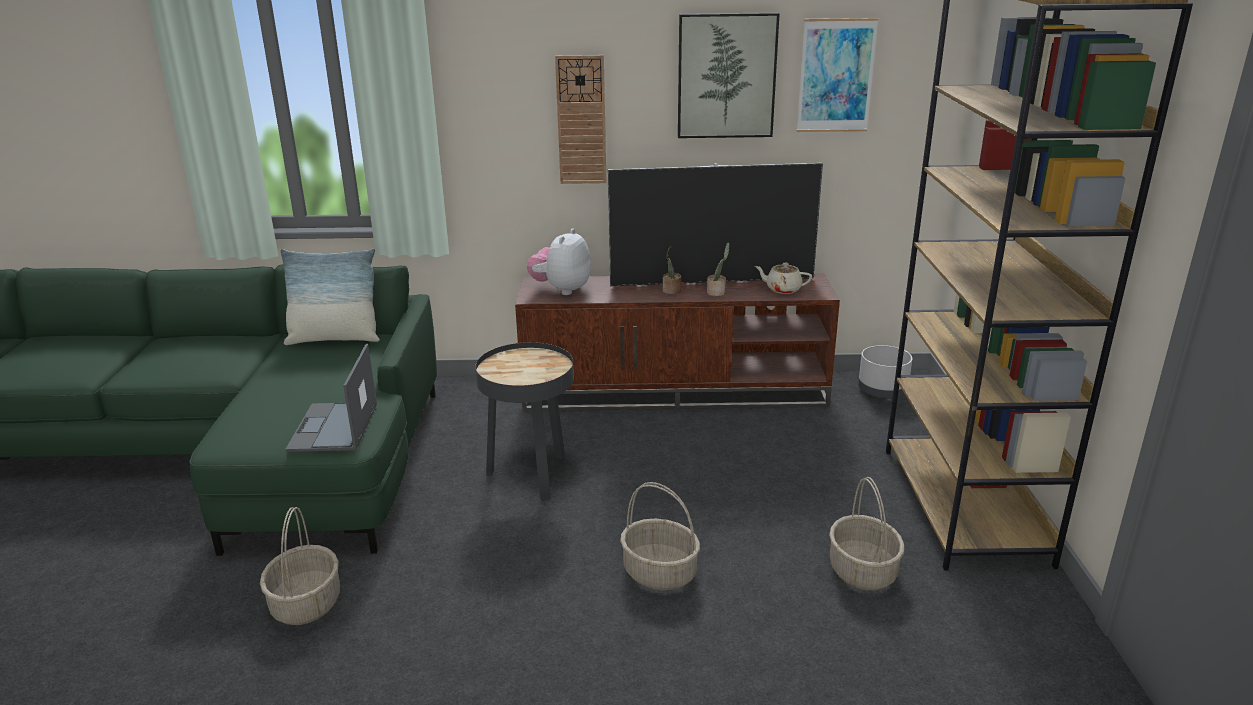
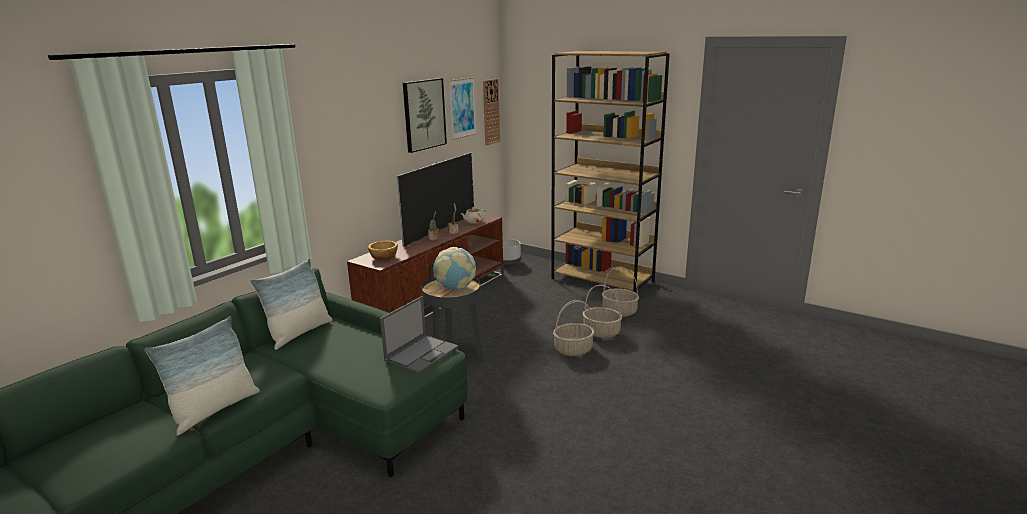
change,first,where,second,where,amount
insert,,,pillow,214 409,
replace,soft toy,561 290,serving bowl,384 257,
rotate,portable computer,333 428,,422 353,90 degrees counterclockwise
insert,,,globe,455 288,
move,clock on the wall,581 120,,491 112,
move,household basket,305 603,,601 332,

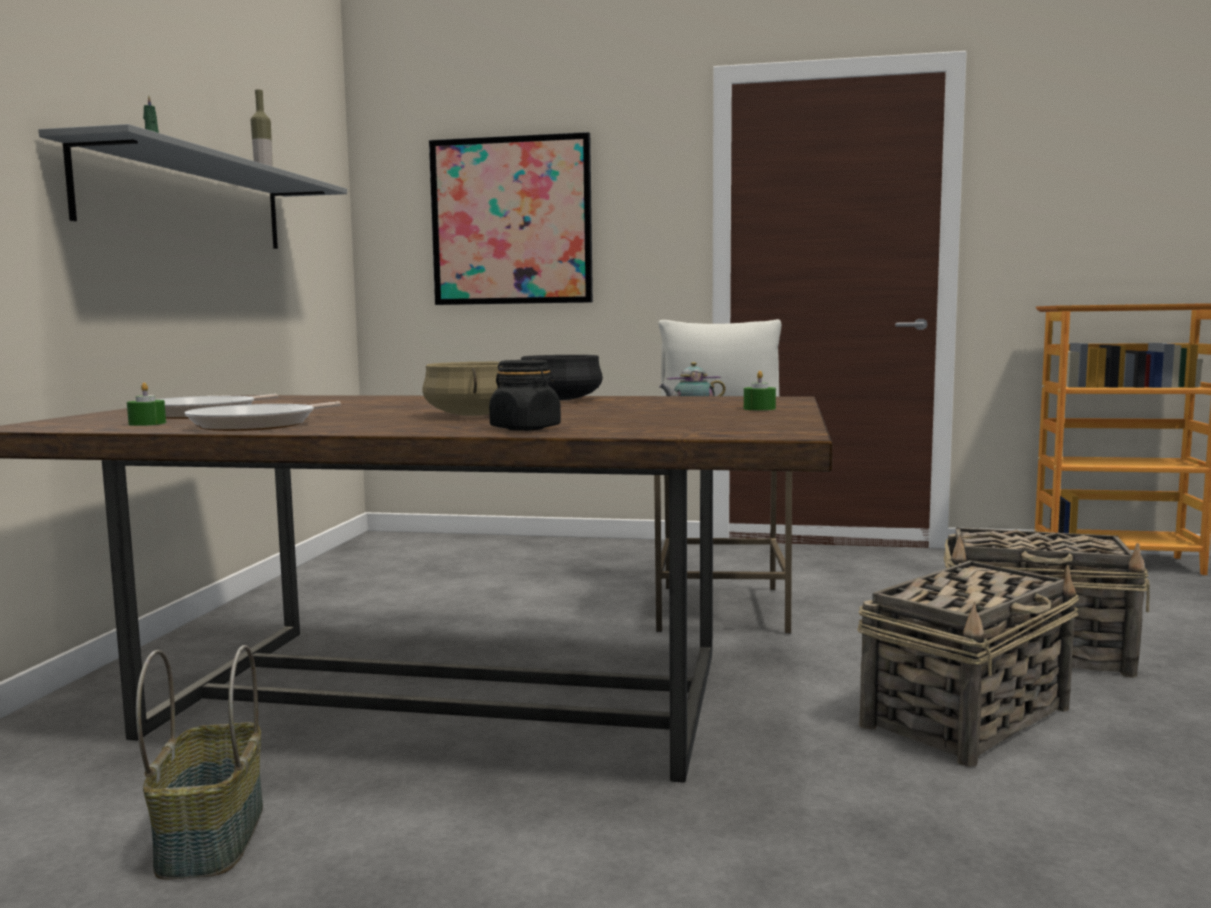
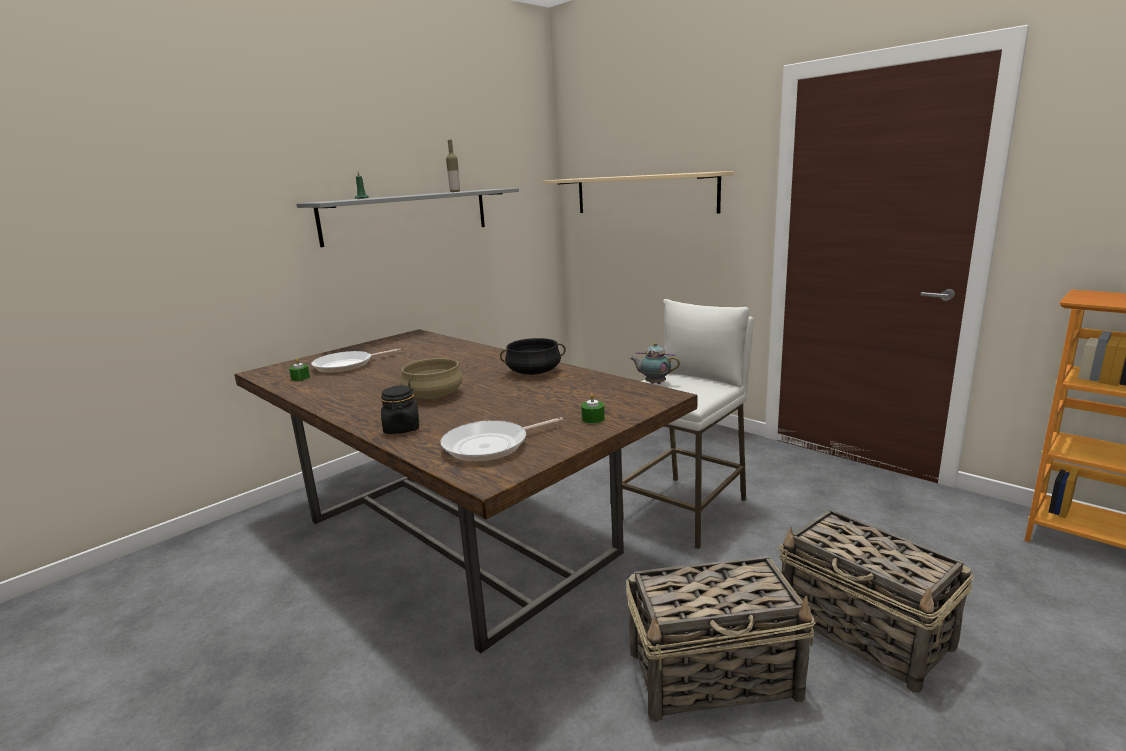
change,first,where,second,where,amount
move,frying pan,259 425,,491 446,
replace,wall picture,511 221,beige-coloured bracket shelf,643 194,
delete,household basket,209 837,,,

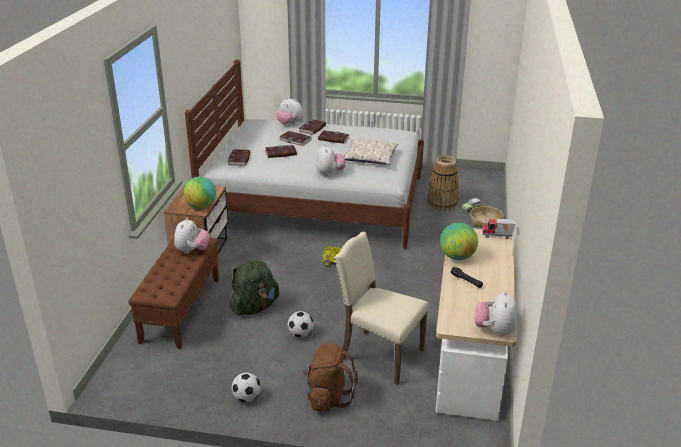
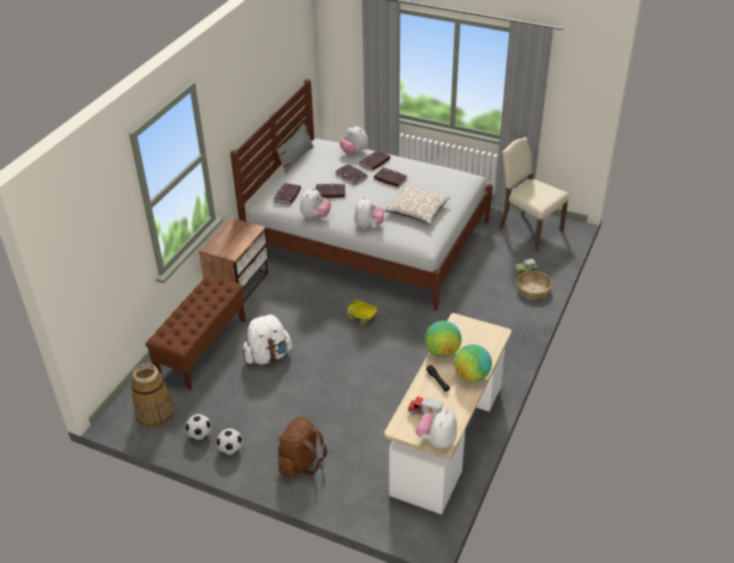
change,first,where,second,where,amount
move,household basket,442 203,,155 414,
move,football ball,300 334,,200 435,
recolor,green-coloured rucksack,254 307,white-coloured rucksack,268 356,
insert,,,gray pillow,295 159,
move,soft toy,192 251,,315 216,
move,toy truck,497 236,,424 415,
move,globe,201 206,,471 376,
move,beige-coloured plain chair,379 354,,528 229,

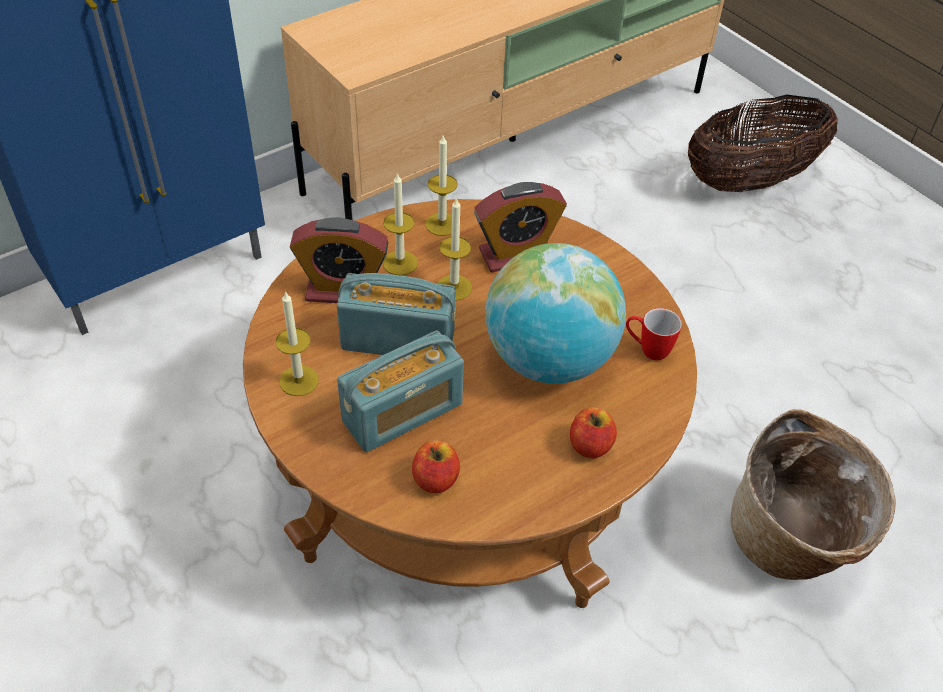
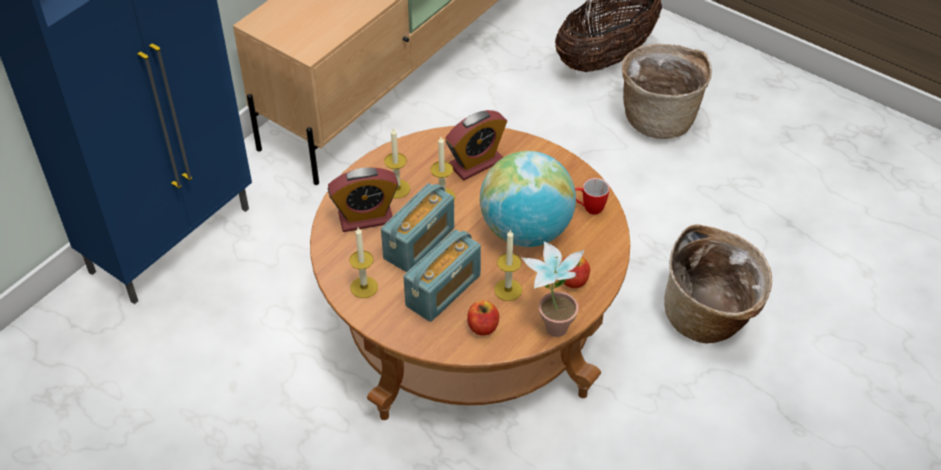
change,first,where,second,where,amount
rotate,radio receiver,398 340,,419 243,135 degrees clockwise
move,wax candle,442 224,,508 290,
insert,,,potted plant,551 322,
insert,,,household basket,659 117,

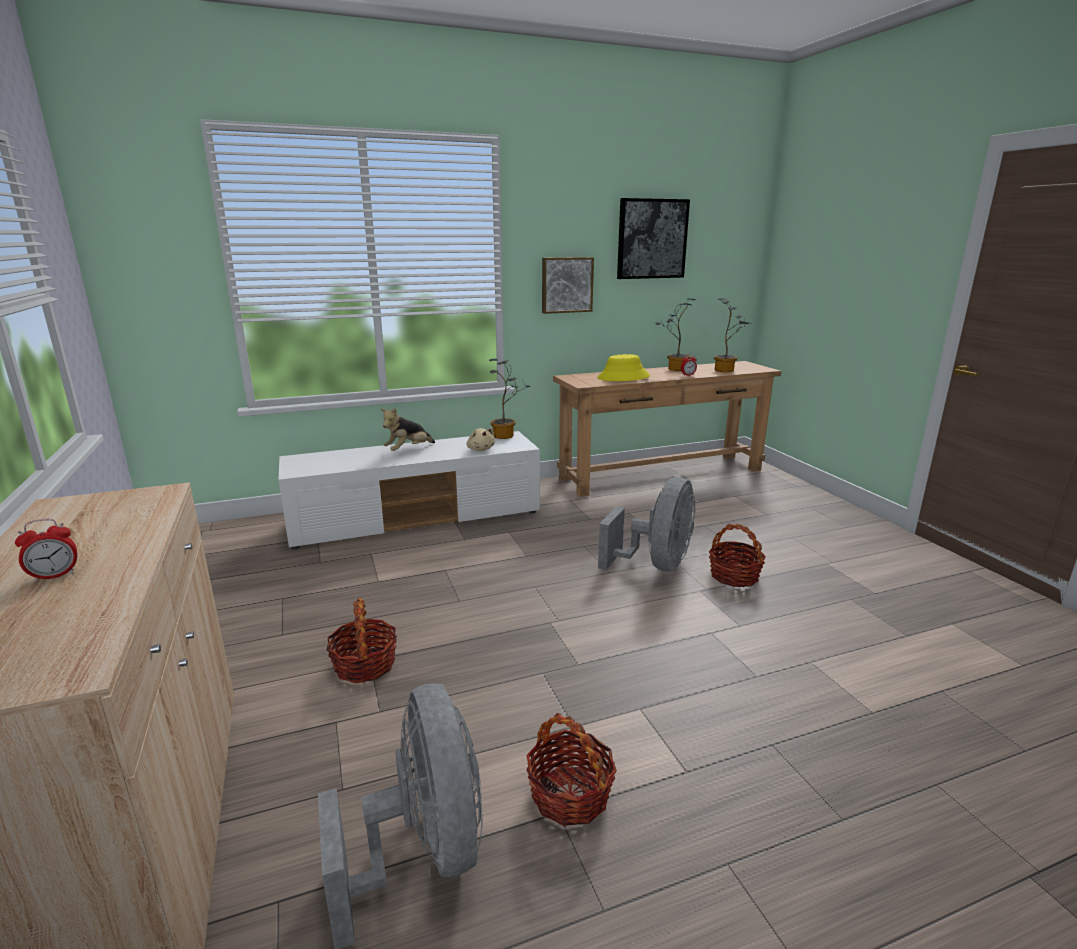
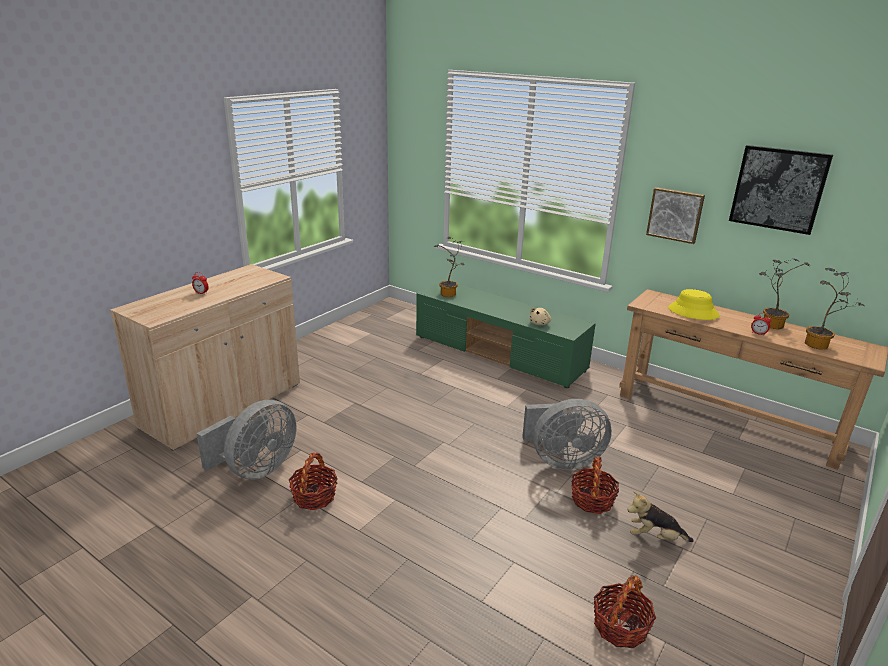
change,first,where,second,where,amount
recolor,white-coloured tv stand,418 518,green-coloured tv stand,500 354,
move,potted plant,506 436,,449 295,
move,household basket,365 665,,620 627,
move,soft toy,408 450,,654 537,

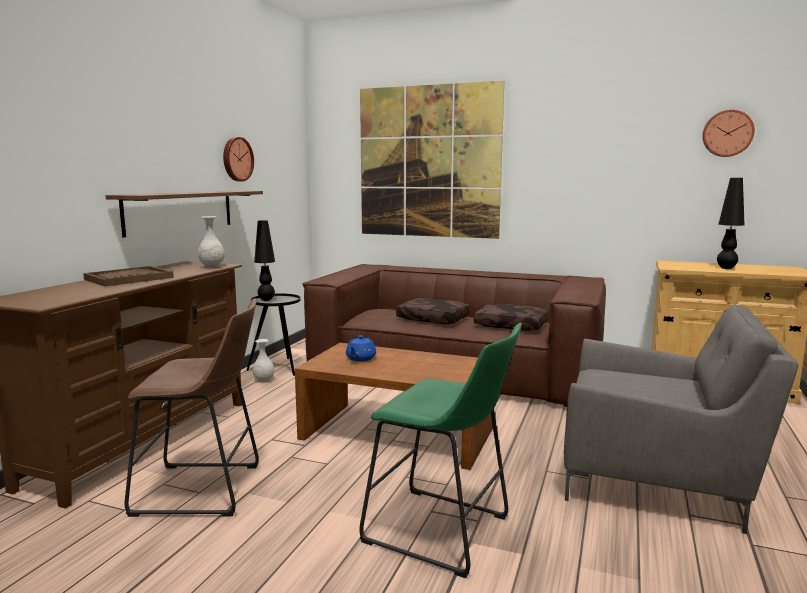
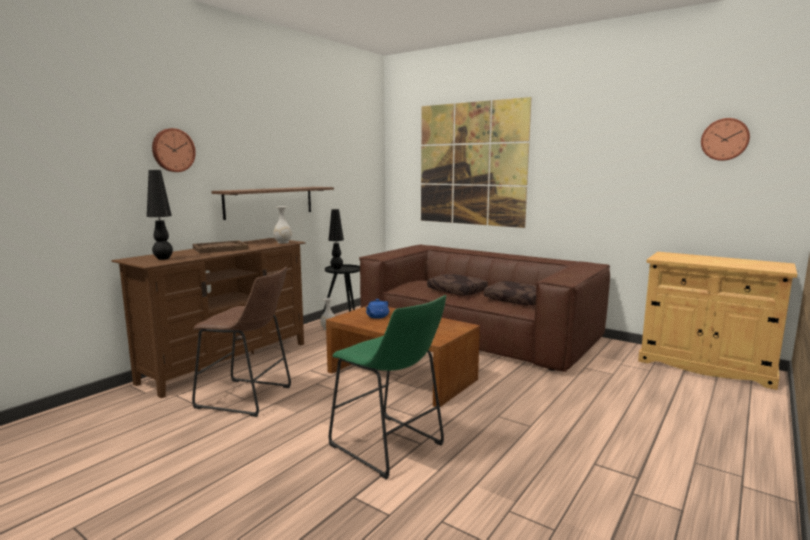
change,first,where,second,where,amount
move,black table lamp,726 268,,163 259,
move,clock on the wall,236 159,,173 150,
delete,gray armchair,658 476,,,

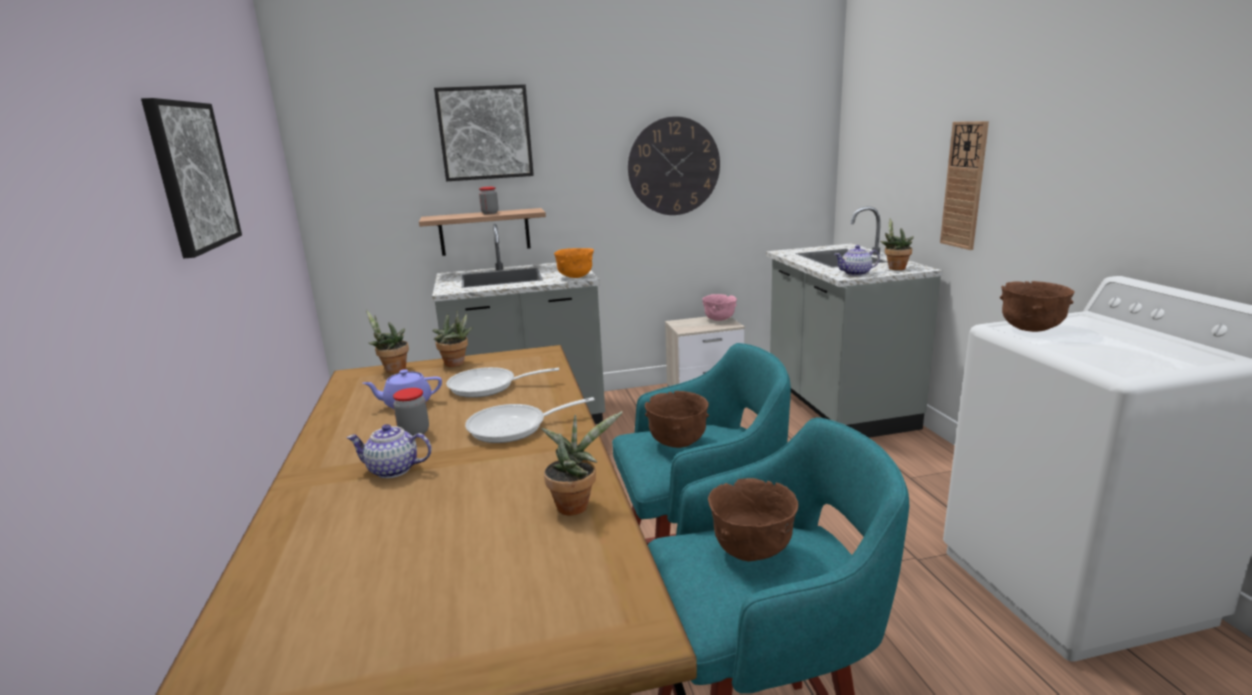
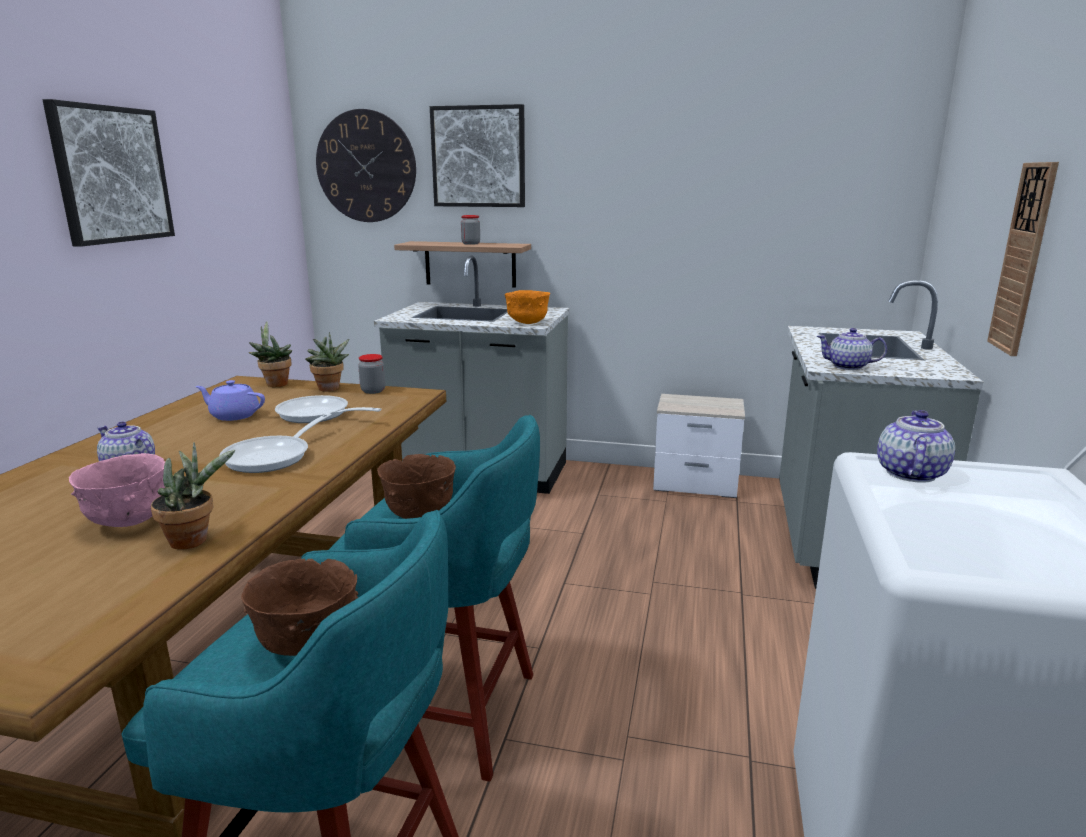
change,first,where,second,where,amount
move,pink serving bowl,719 320,,129 522,
rotate,frying pan,514 427,,273 457,75 degrees counterclockwise
move,clock on the wall,674 166,,366 166,
move,preserve jar,414 433,,373 391,
replace,brown serving bowl,1031 329,teapot,910 474,
delete,potted plant,894 268,,,

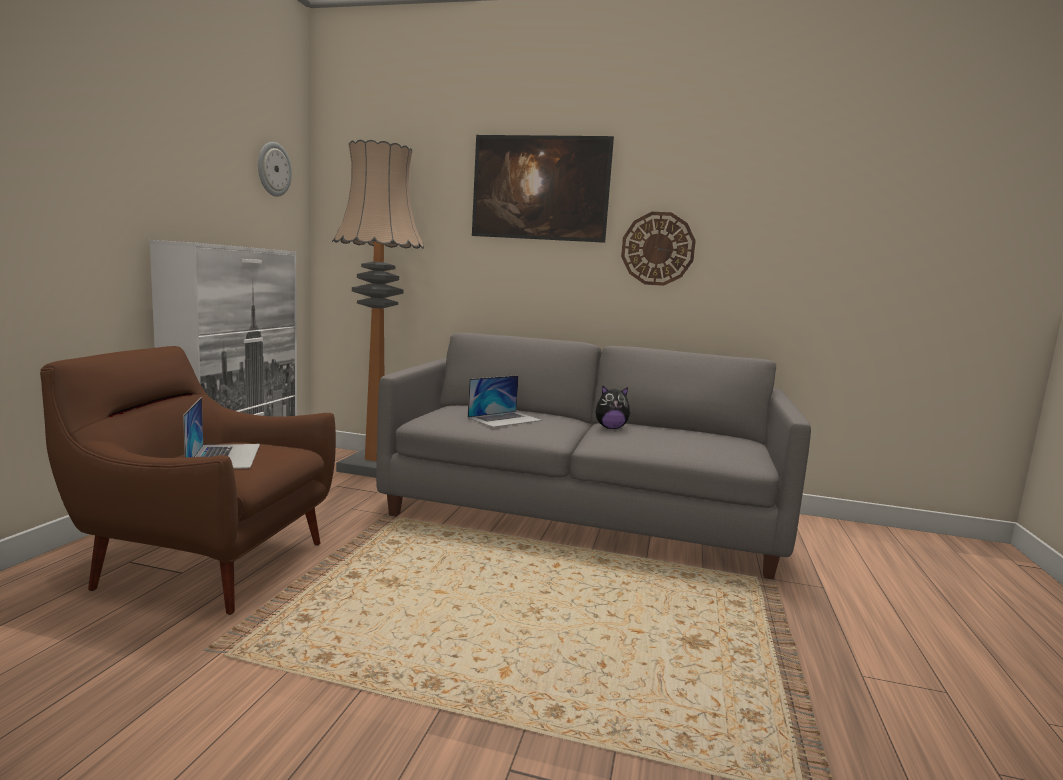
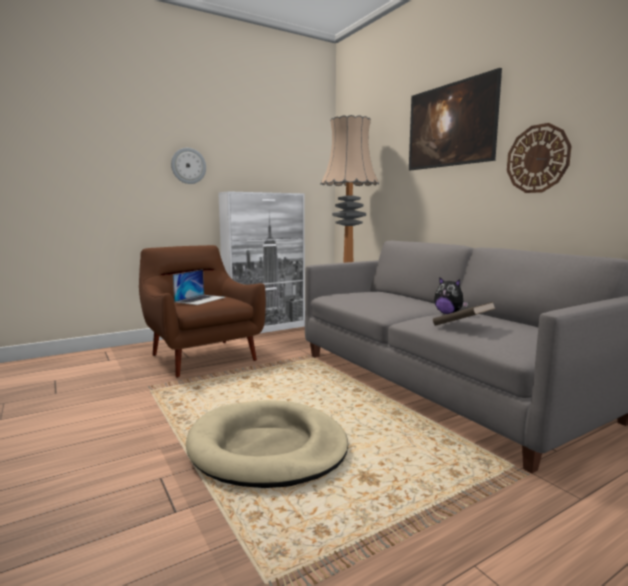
change,first,where,second,where,amount
move,clock on the wall,273 169,,188 166,
insert,,,beige-coloured dog cushion,267 448,
insert,,,brown bound book,462 326,
delete,portable computer,505 419,,,

